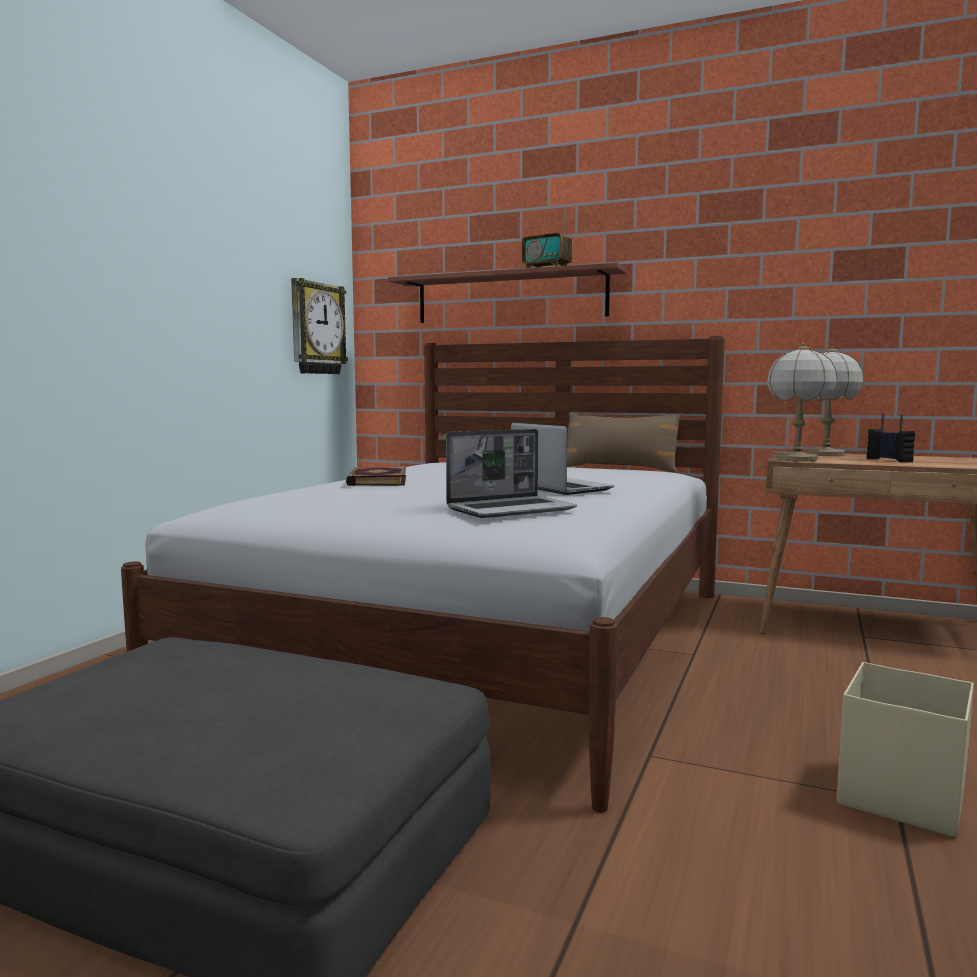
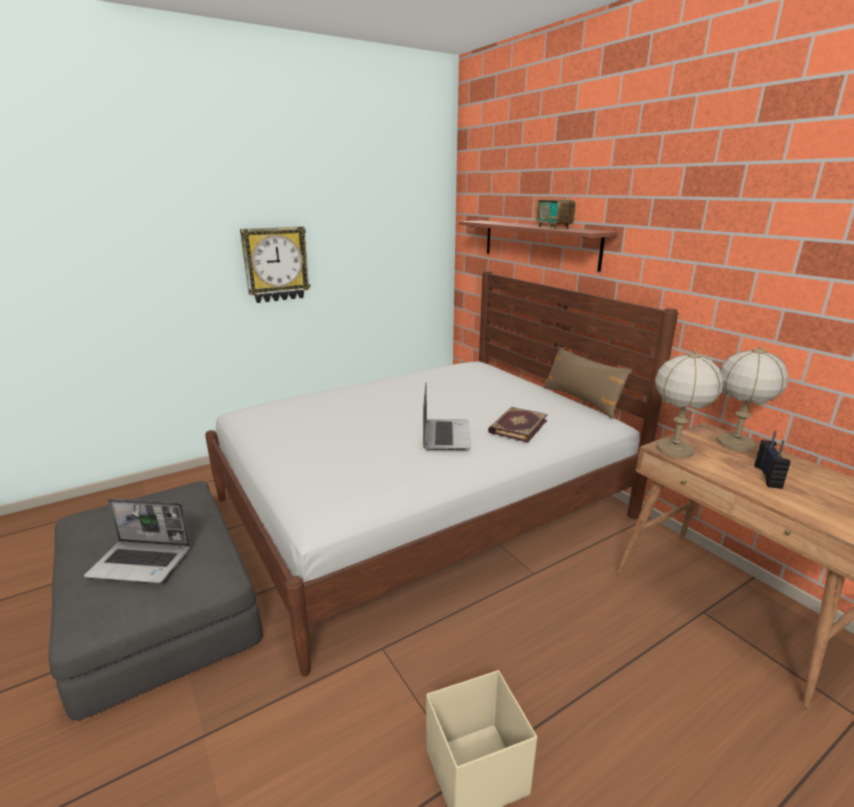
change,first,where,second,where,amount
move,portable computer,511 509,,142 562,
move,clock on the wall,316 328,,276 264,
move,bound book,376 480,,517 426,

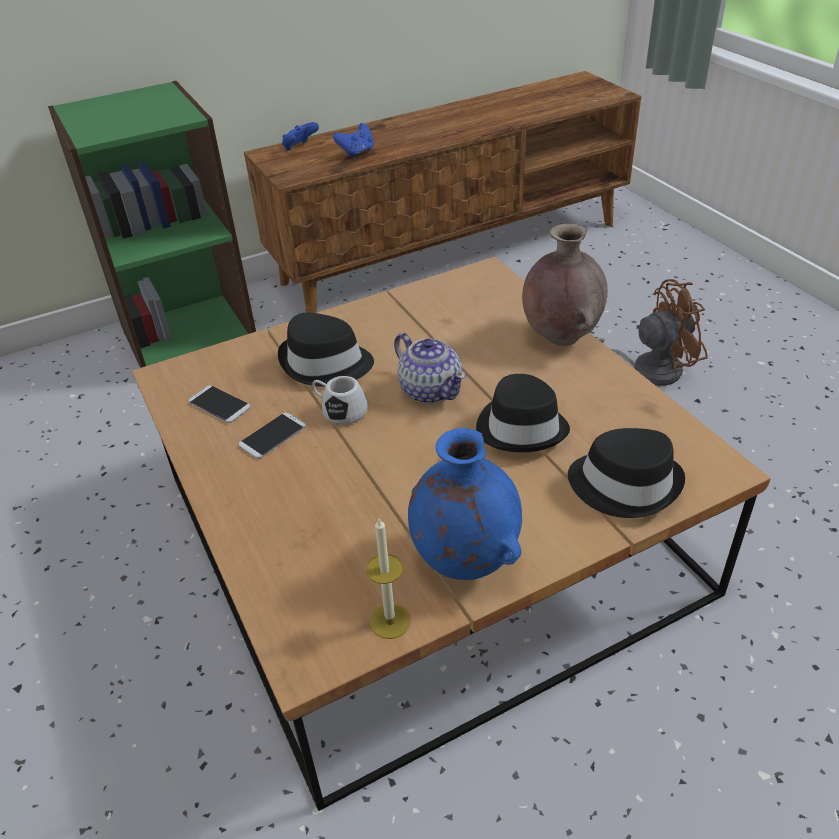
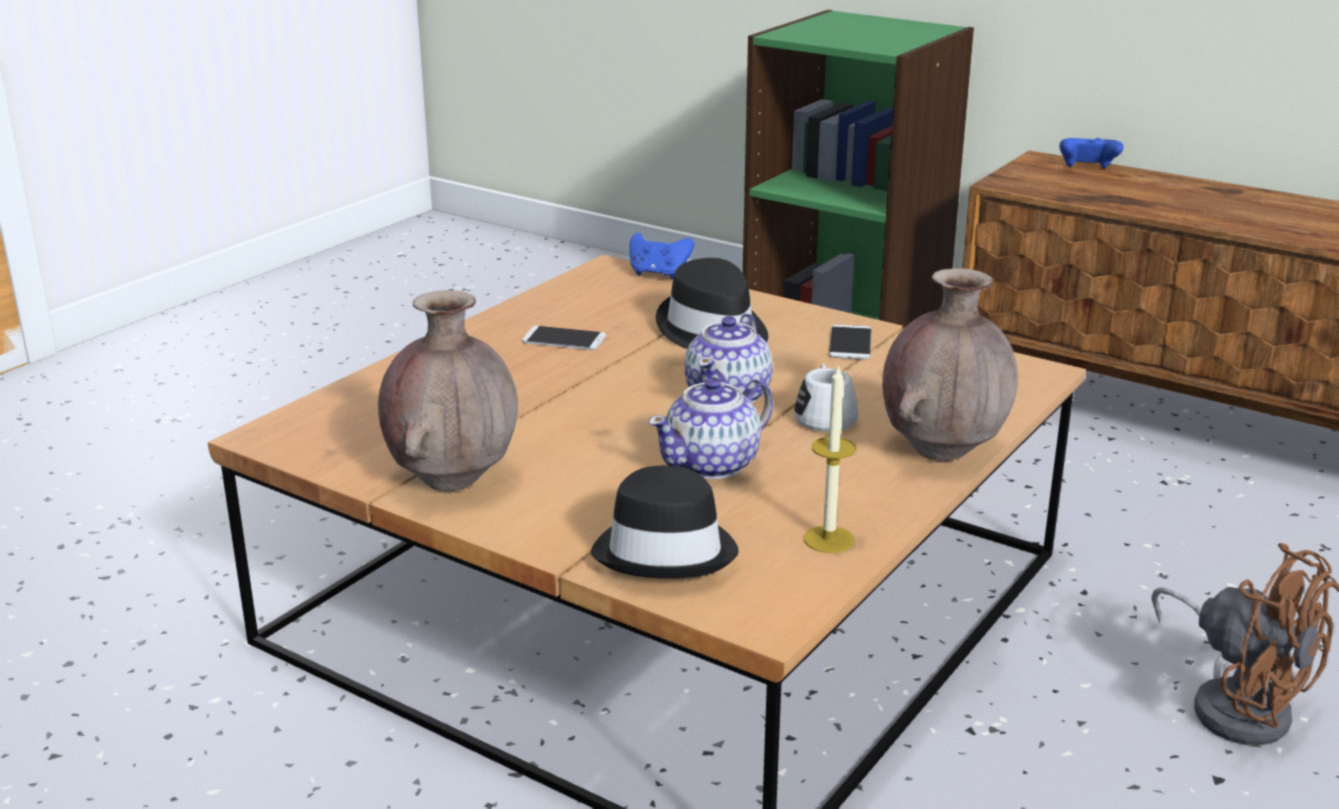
change,first,where,second,where,amount
recolor,blue flower vase,464 560,brown flower vase,453 479,
move,blue joypad,357 152,,658 274,
replace,black clothing hat,522 427,teapot,713 464,
move,white-coloured mug,339 410,,824 416,
move,wax candle,390 621,,828 539,
move,telephone,219 405,,850 343,

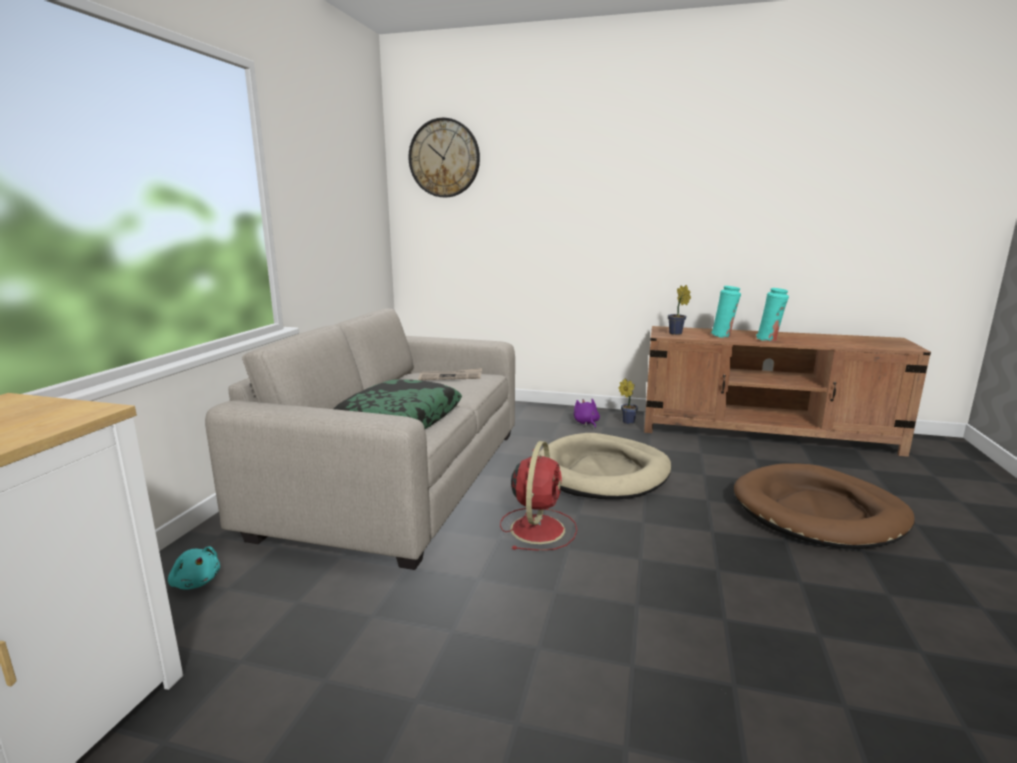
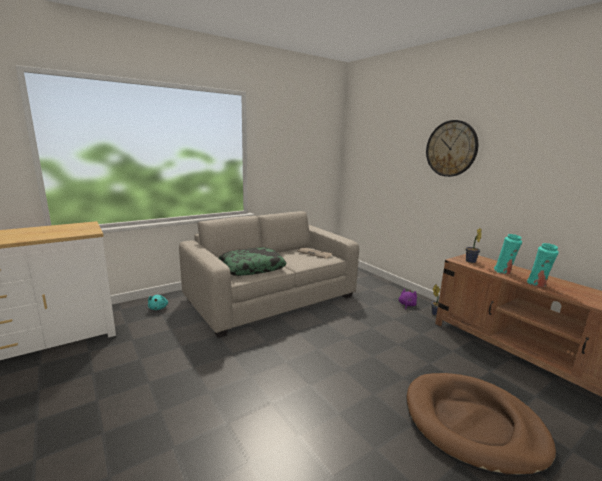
change,first,where,second,where,amount
move,clock on the wall,444 158,,451 148,
delete,red-coloured cooling fan,538 528,,,
delete,beige-coloured dog cushion,602 472,,,

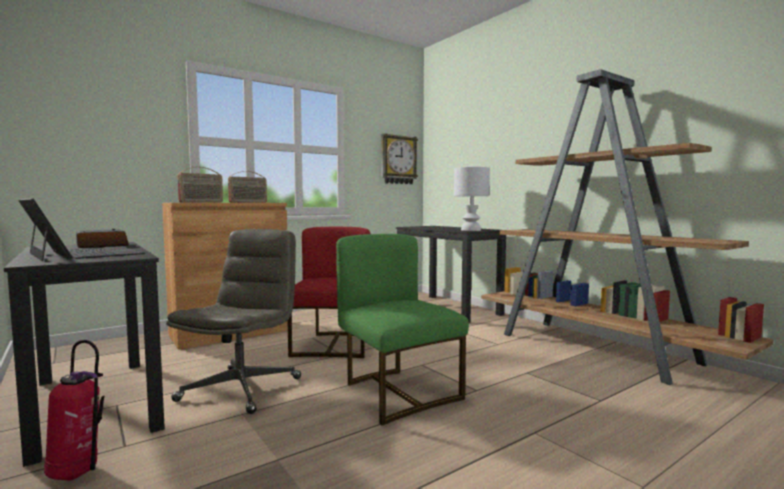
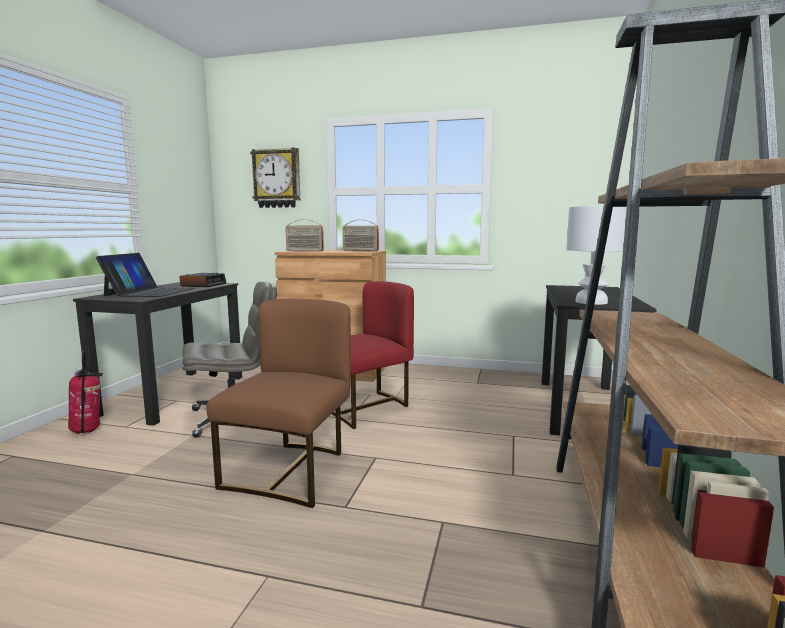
change,first,where,second,where,amount
recolor,green-coloured plain chair,397 393,brown plain chair,291 471,
move,clock on the wall,398 160,,277 178,

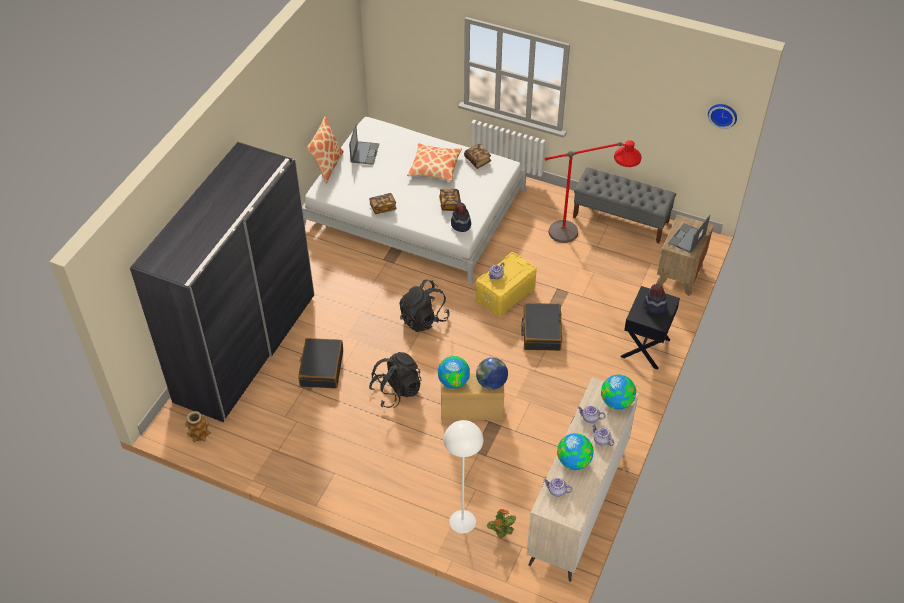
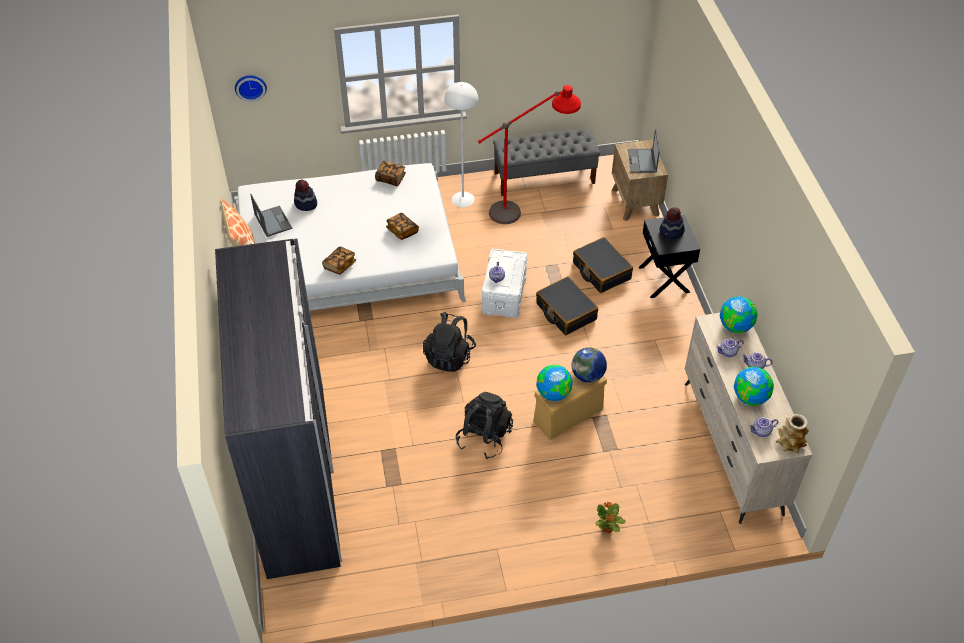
change,first,where,second,where,amount
move,clock on the wall,723 114,,250 86,
move,clothing hat,460 225,,305 204,
move,white-coloured standing lamp,462 521,,463 199,
recolor,yellowish storage container,506 295,white-coloured storage container,505 295,
move,black travel case,321 368,,601 271,
move,potted plant,501 533,,607 529,
move,flower vase,199 434,,789 443,
delete,pillow,434 167,,,

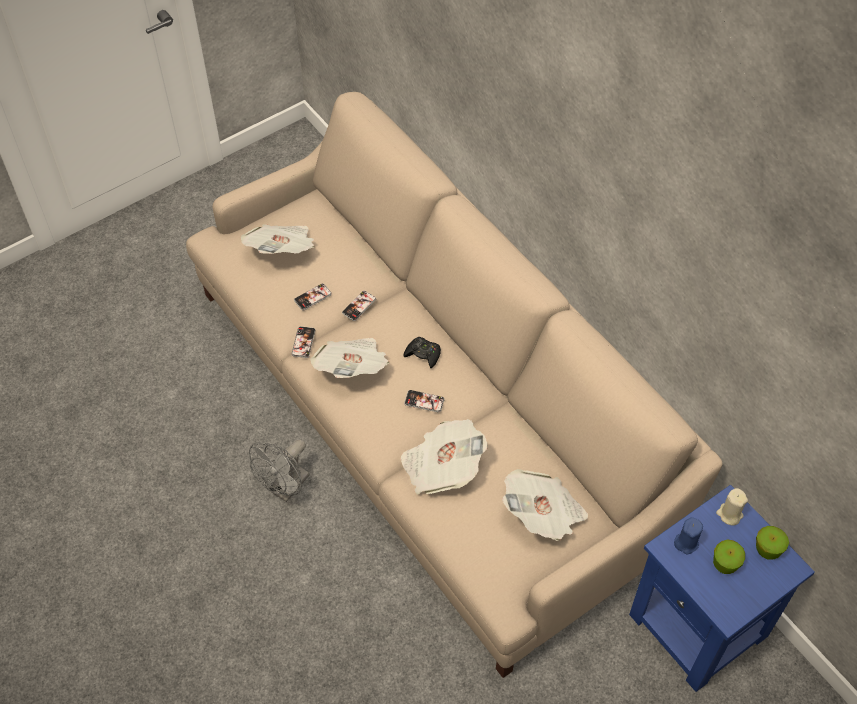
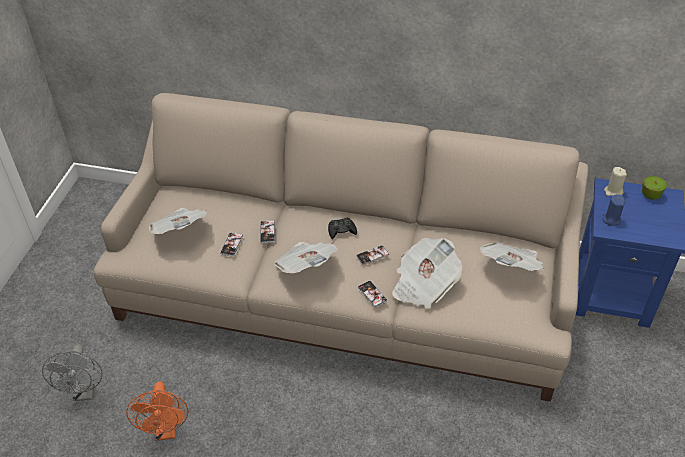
change,first,where,second,where,amount
move,gray cooling fan,285 488,,85 392,
insert,,,orange cooling fan,166 430,
move,telephone,303 342,,372 294,
delete,apple,725 563,,,

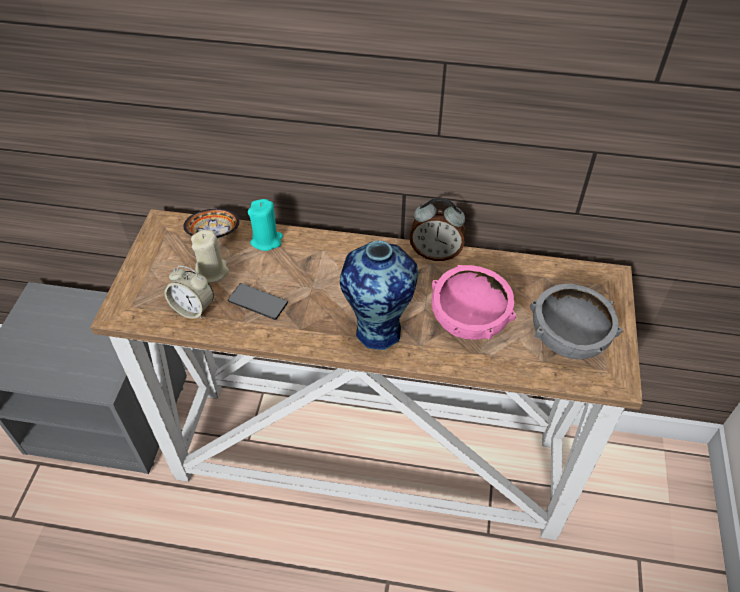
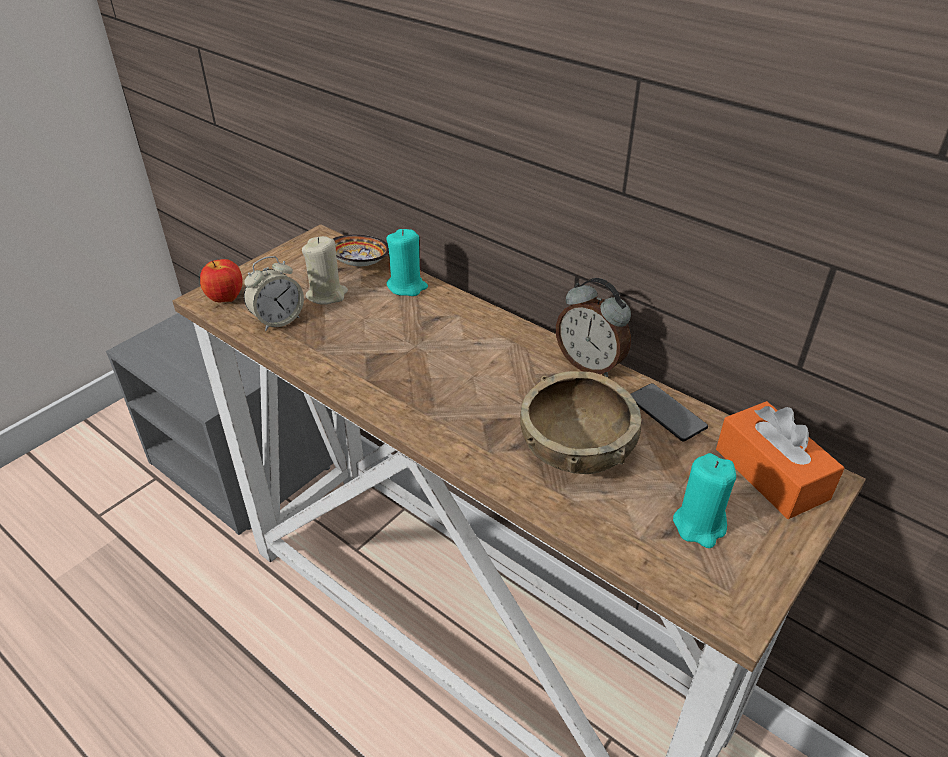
change,first,where,second,where,amount
insert,,,apple,225 299,
rotate,bedside clock,193 308,,278 320,90 degrees counterclockwise
recolor,pink serving bowl,469 319,brown serving bowl,576 448,
move,telephone,258 302,,666 413,
replace,gray serving bowl,568 337,blue-green wax candle,699 525,
insert,,,orange tissue box,771 474,
delete,flower vase,378 329,,,

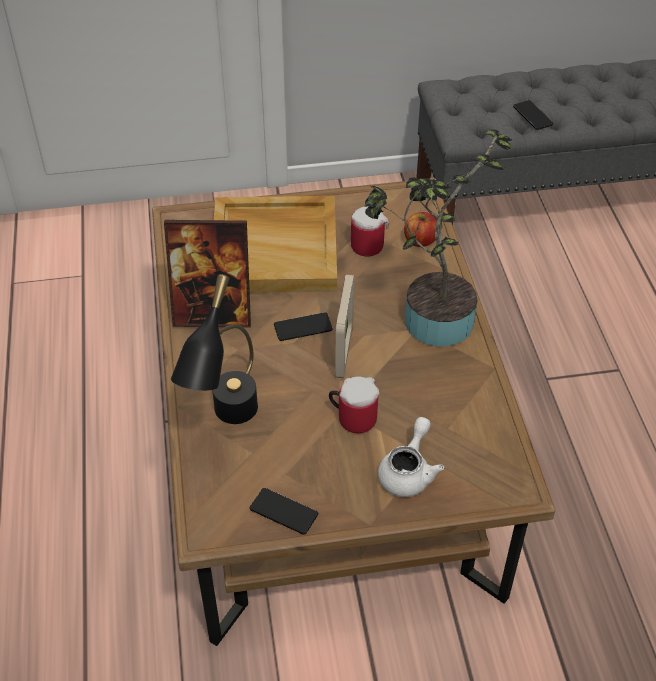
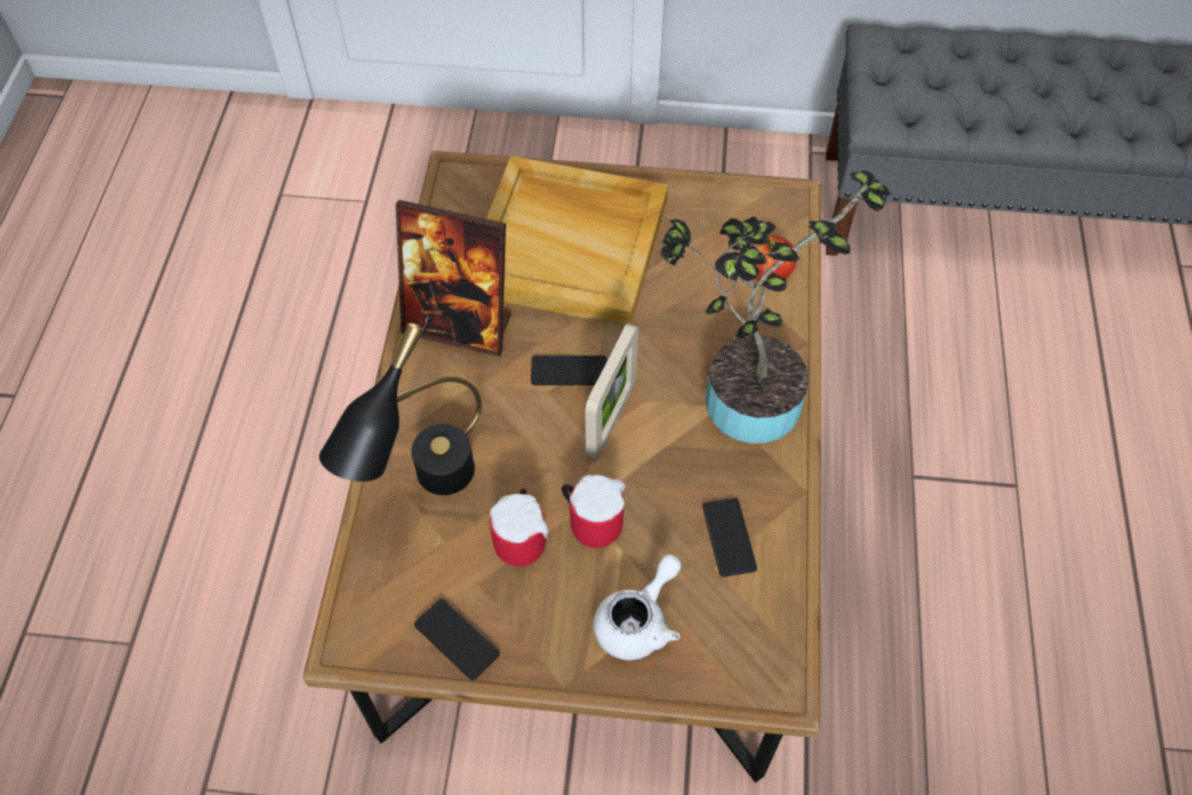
change,first,where,second,where,amount
move,mug,367 243,,523 537,
move,telephone,532 115,,729 537,

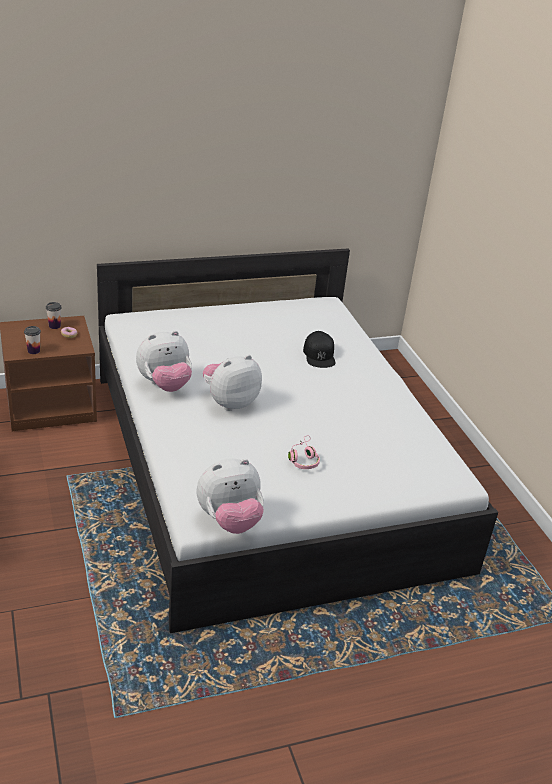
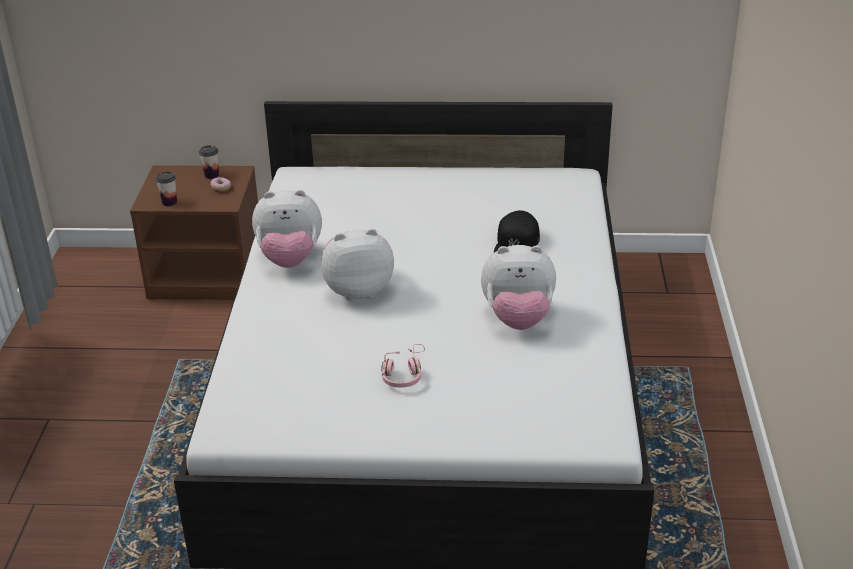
change,first,where,second,where,amount
move,soft toy,229 521,,518 319,

